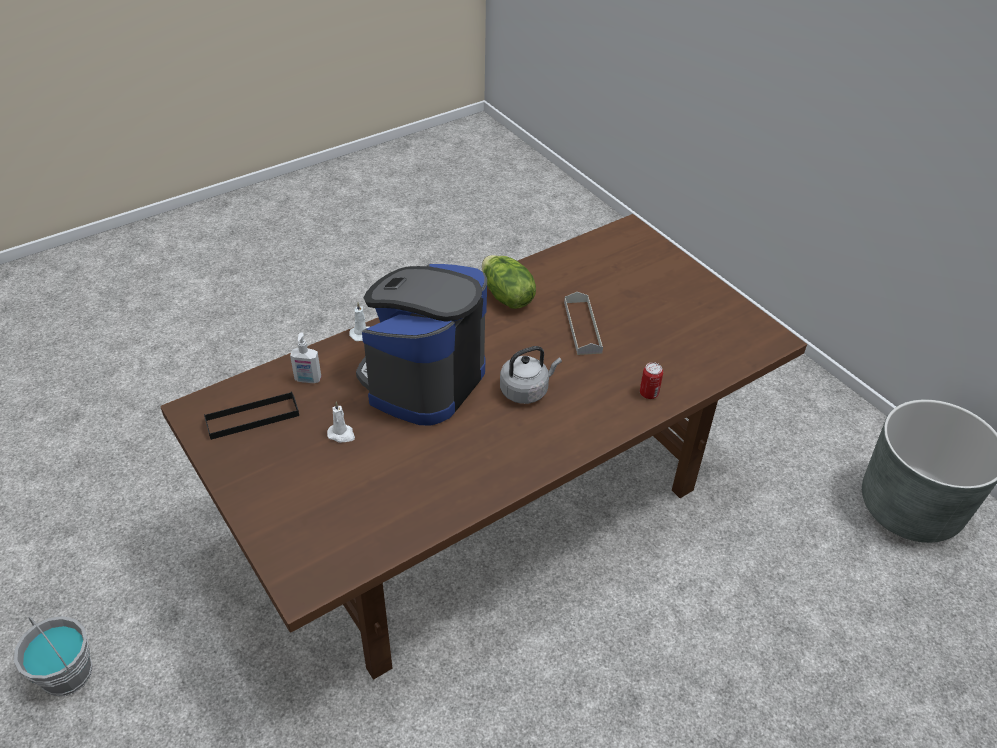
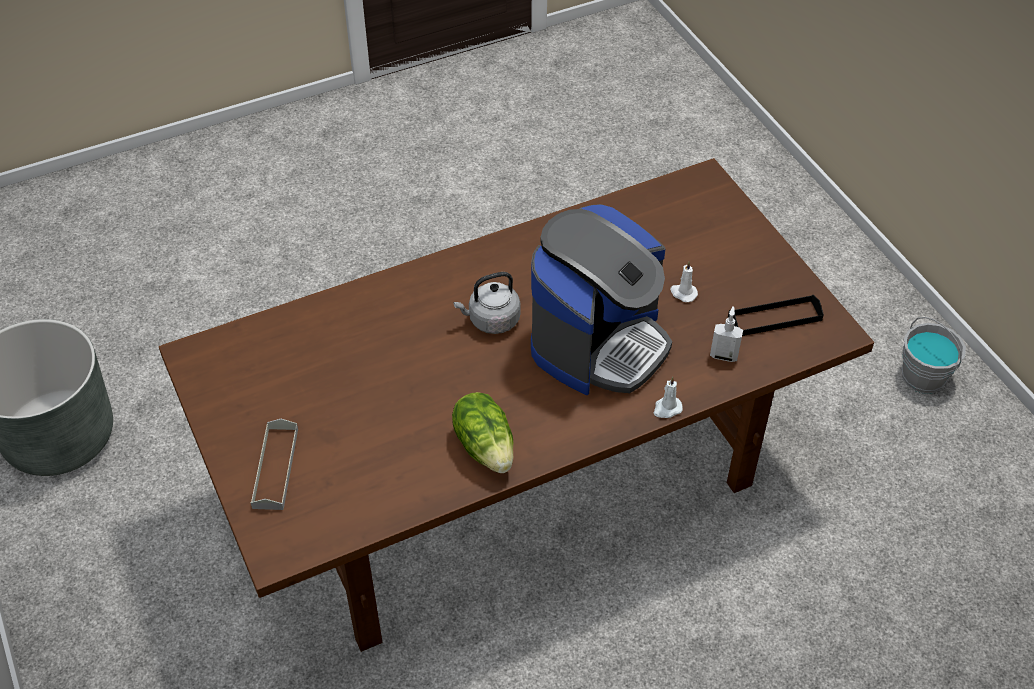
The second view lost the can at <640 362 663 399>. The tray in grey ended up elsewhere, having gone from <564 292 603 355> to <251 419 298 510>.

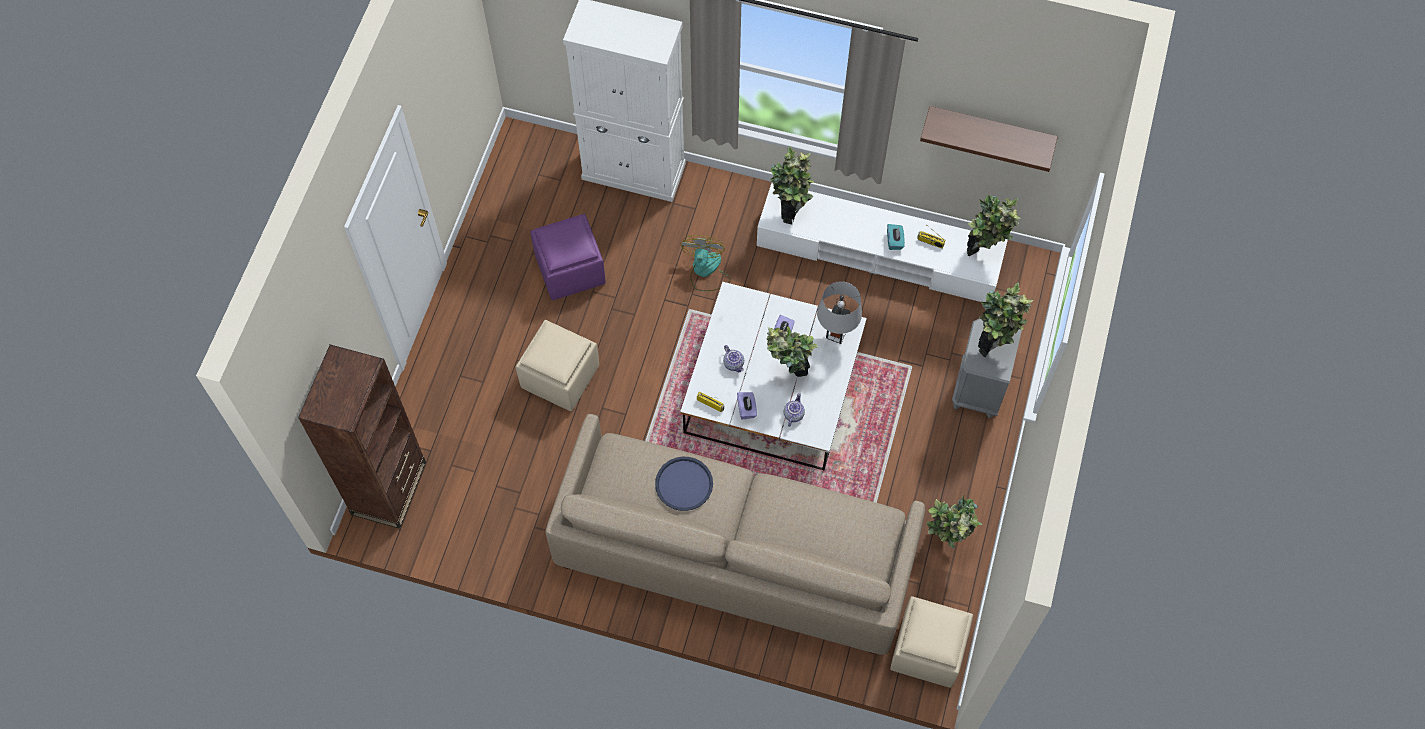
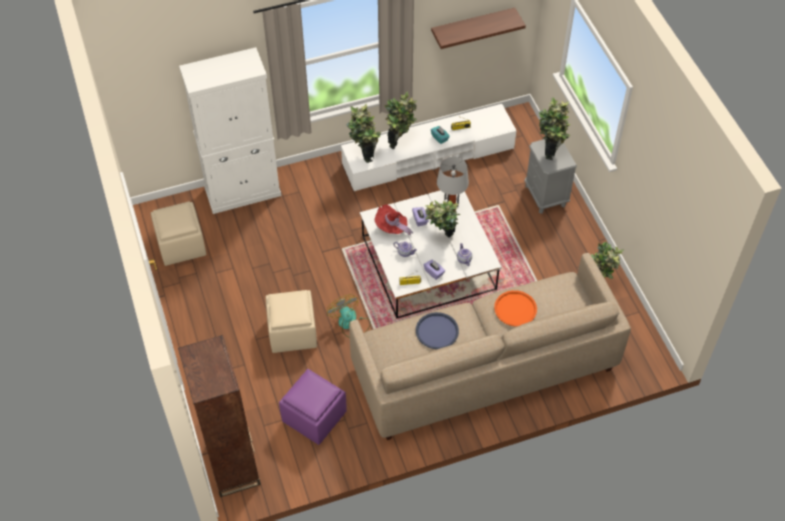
The second view gained the hat in red at <375 204 413 236>. The second view gained the tray in orange at <494 290 537 326>. The ottoman in purple ended up elsewhere, having gone from <530 214 606 300> to <279 369 346 445>. The fan ended up elsewhere, having gone from <680 235 731 291> to <327 294 371 338>. The ottoman in beige ended up elsewhere, having gone from <890 596 973 688> to <151 201 206 266>. The potted plant ended up elsewhere, having gone from <967 195 1020 256> to <384 91 417 149>.

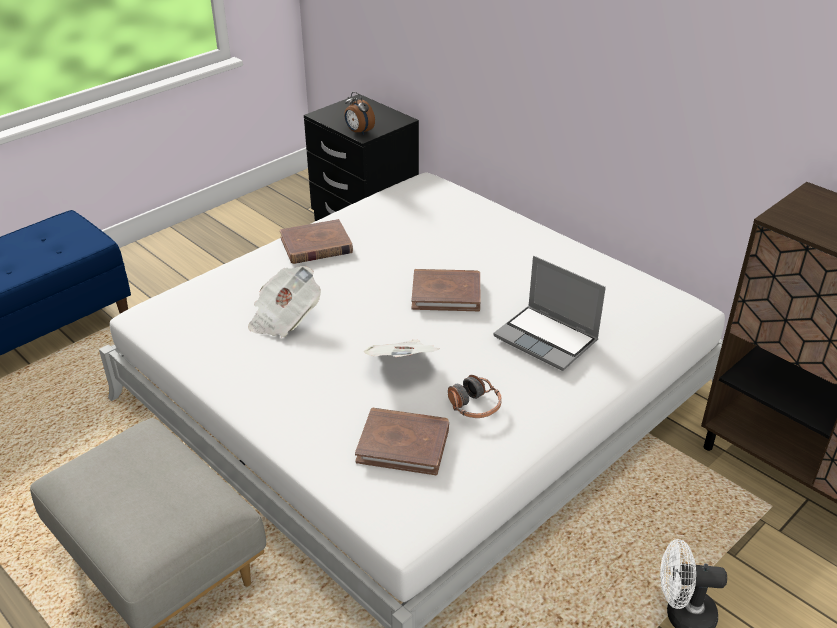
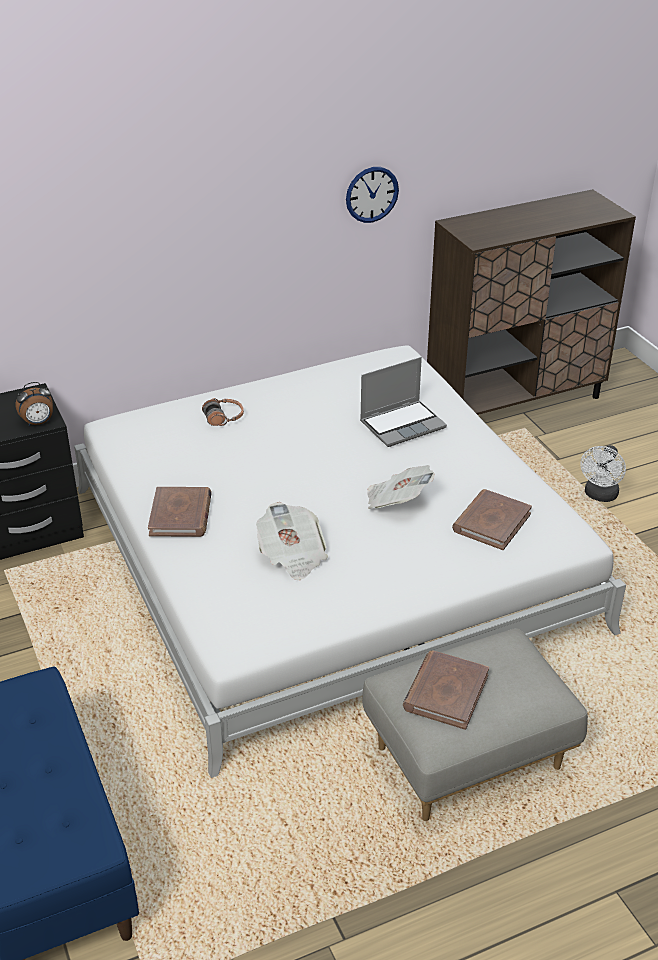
The second view gained the wall clock at <346 167 399 223>. The book in brown ended up elsewhere, having gone from <412 269 481 311> to <403 650 489 730>. The headphones ended up elsewhere, having gone from <448 375 502 418> to <202 398 244 426>.

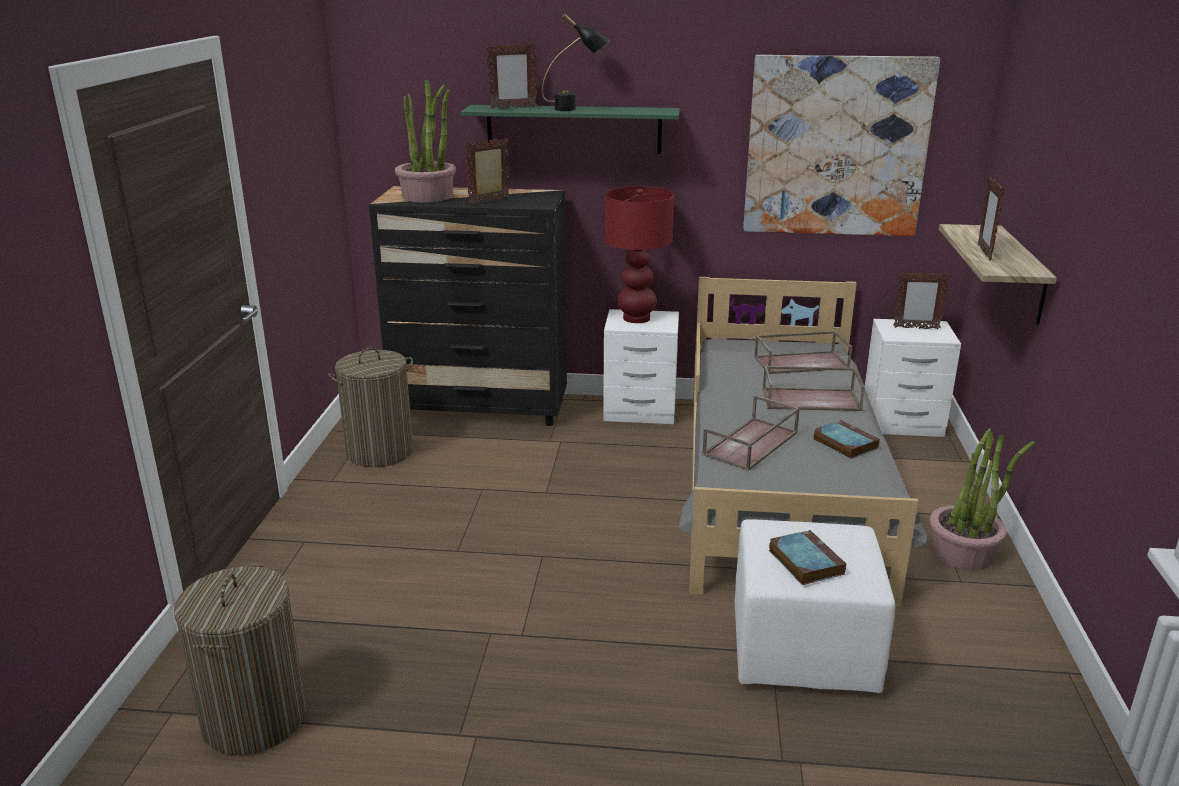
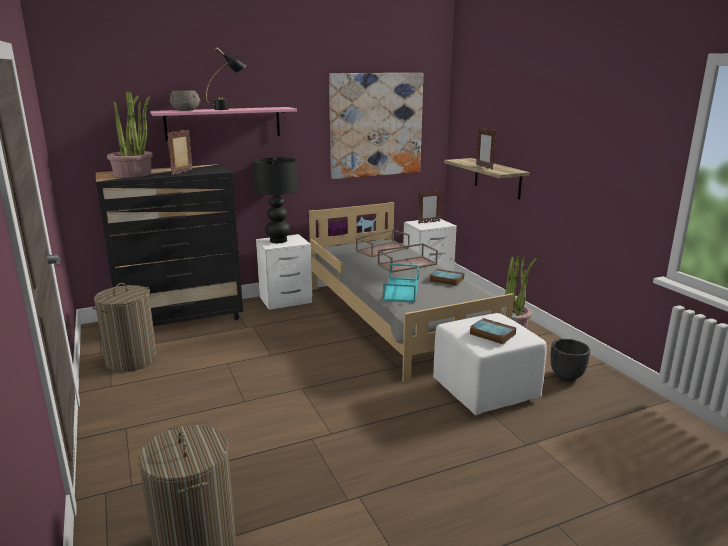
The second view gained the planter in black at <550 339 590 382>. Where the picture frame stood at <486 43 537 109>, the bowl in grey came to stand at <170 90 200 111>. What was the shelf in green at <461 105 680 154> turned into the shelf in pink at <150 107 297 142>. What was the table lamp in red at <604 186 674 323> turned into the table lamp in black at <252 157 298 243>. What was the tray in brown at <702 395 800 471> turned into the tray in turquoise at <383 264 419 302>.

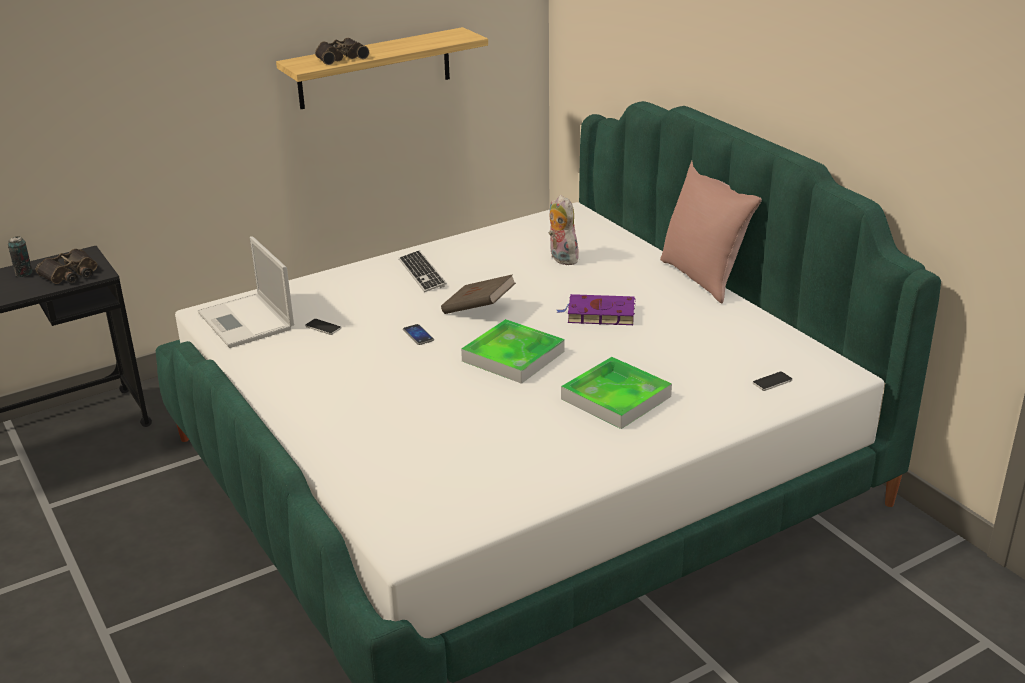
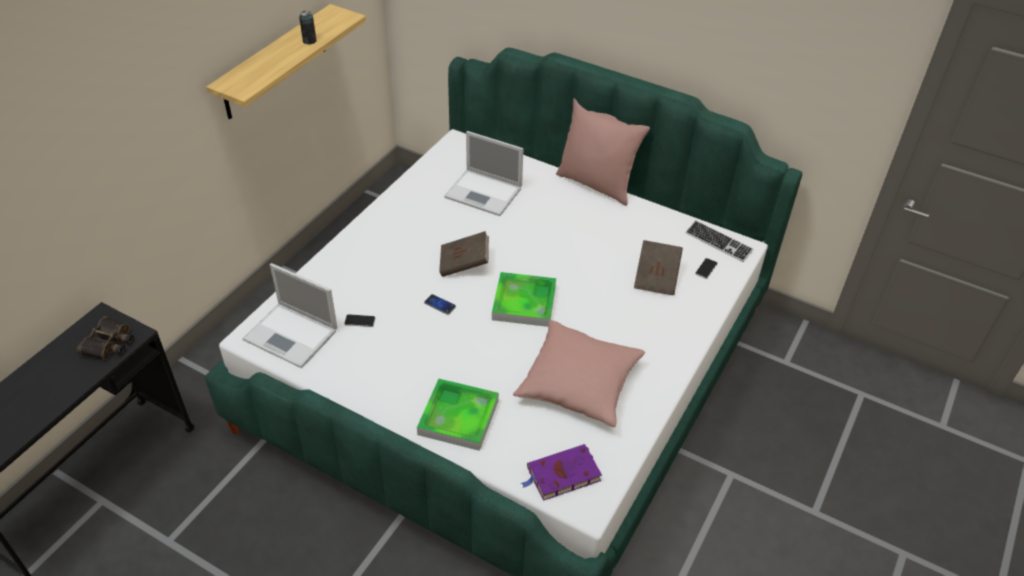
The second view lost the binoculars at <315 38 369 65>. The second view gained the pillow in pink at <513 320 645 427>. The second view gained the book in brown at <634 240 683 295>. The can ended up elsewhere, having gone from <8 236 33 277> to <299 11 316 44>. The keyboard ended up elsewhere, having gone from <399 250 447 292> to <685 221 753 262>. The book in purple ended up elsewhere, having gone from <556 294 636 325> to <521 444 602 501>. The tray ended up elsewhere, having gone from <561 357 672 429> to <417 378 499 451>. Where the plush toy stood at <548 195 579 265>, the laptop came to stand at <444 131 524 216>.

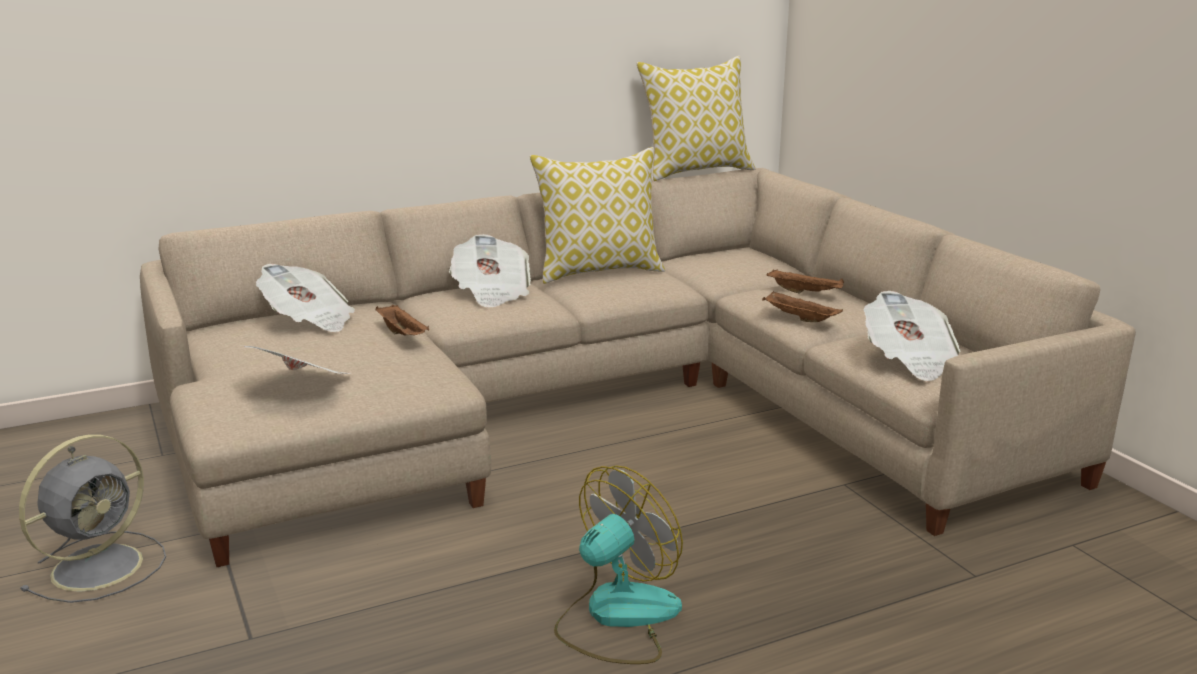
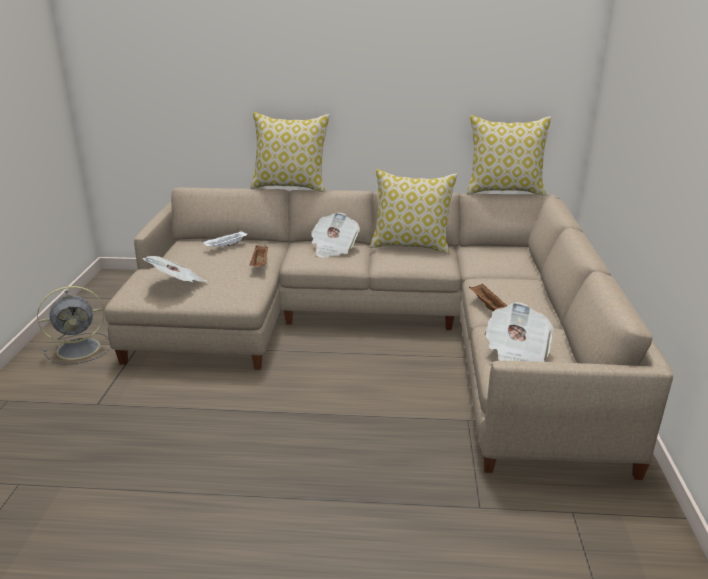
The second view lost the fan at <554 466 683 664>. The second view lost the tray in brown at <766 269 844 293>. The second view gained the pillow at <250 112 330 192>. Where the newspaper stood at <256 264 355 332>, the tray in white came to stand at <203 230 247 247>.

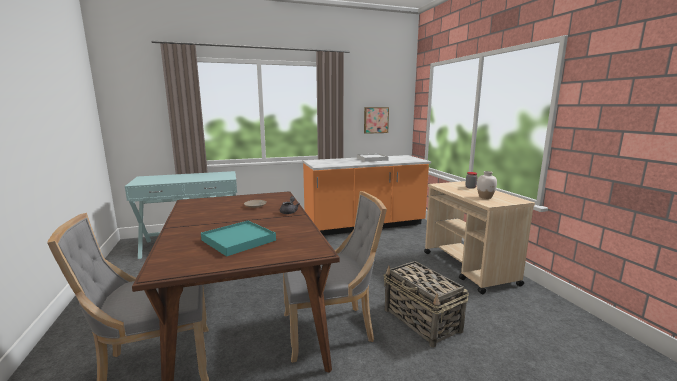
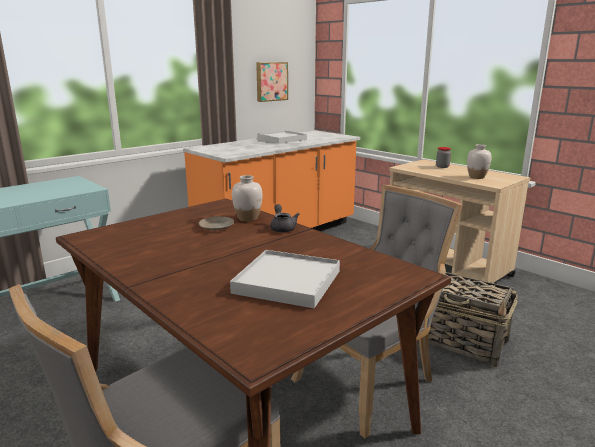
The second view gained the vase in white at <232 175 262 222>. What was the tray in turquoise at <201 221 276 256> turned into the tray in white at <230 250 340 308>.

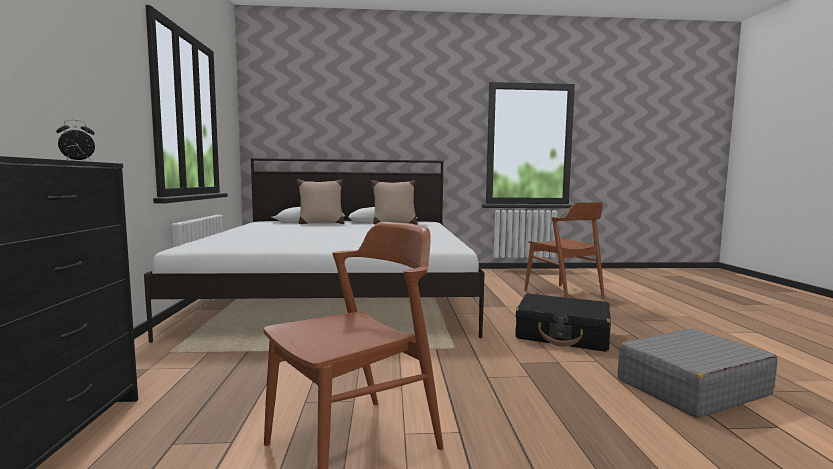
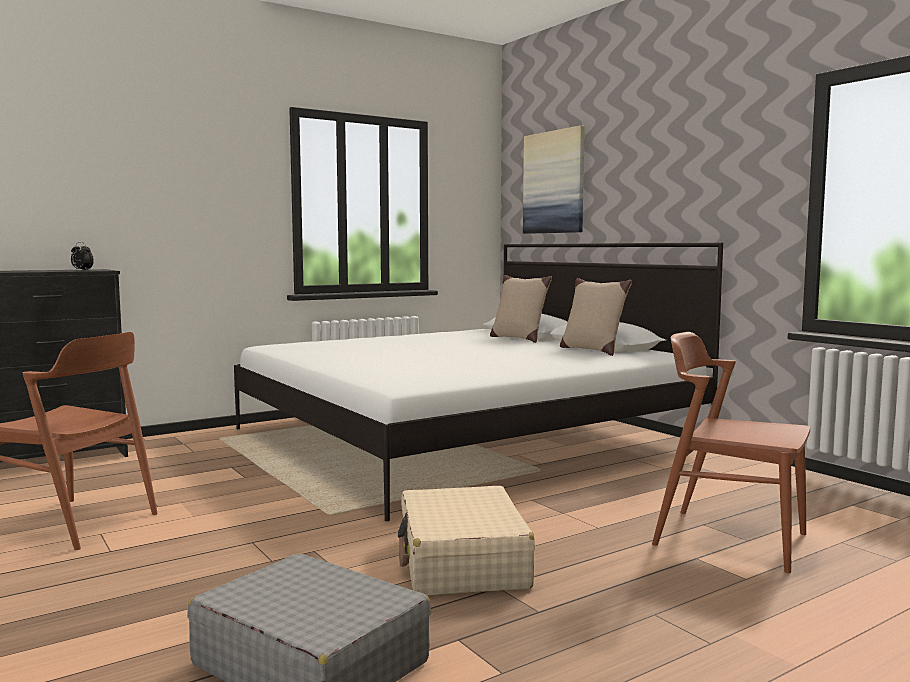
The second view gained the picture at <523 125 585 234>. What was the suitcase in black at <515 293 611 352> turned into the suitcase in beige at <398 486 535 595>. The chair in brown at <524 202 605 298> ended up facing another way, 90 degrees clockwise from before.

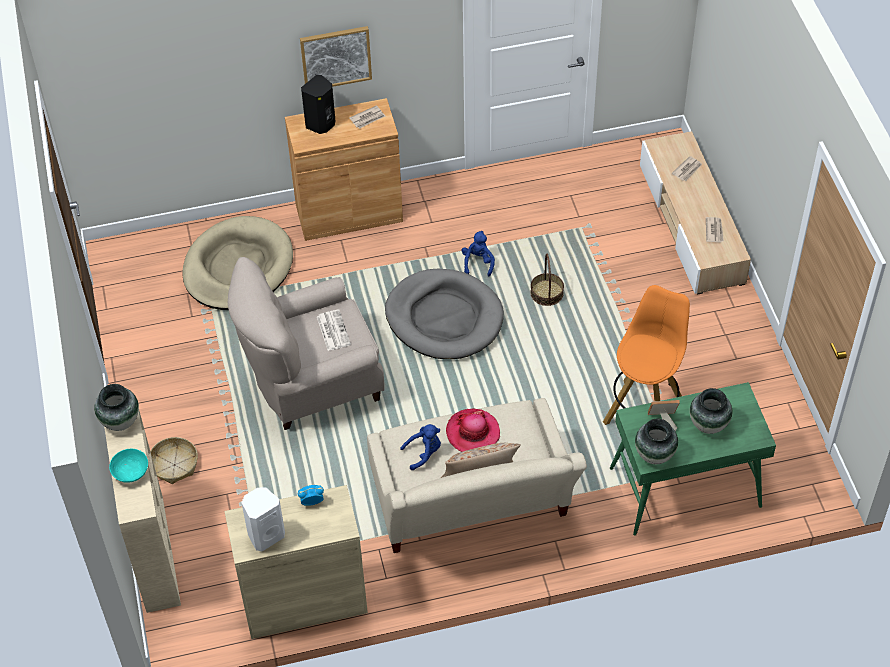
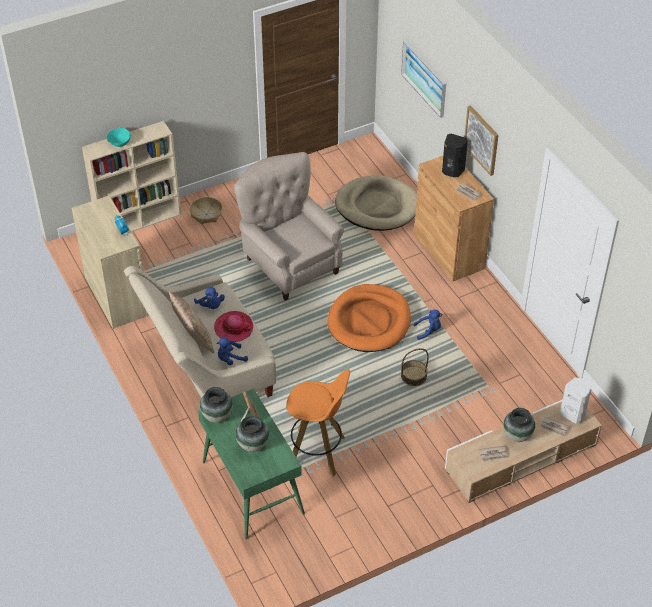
The second view lost the newspaper at <317 310 351 351>. The second view gained the plush toy in blue at <217 337 248 365>. The second view gained the picture at <401 41 446 118>. The vase ended up elsewhere, having gone from <94 384 139 431> to <503 408 535 442>. The speaker in white ended up elsewhere, having gone from <241 487 285 551> to <560 378 592 424>. What was the dog bed in grey at <385 269 504 359> turned into the dog bed in orange at <328 284 411 352>.

